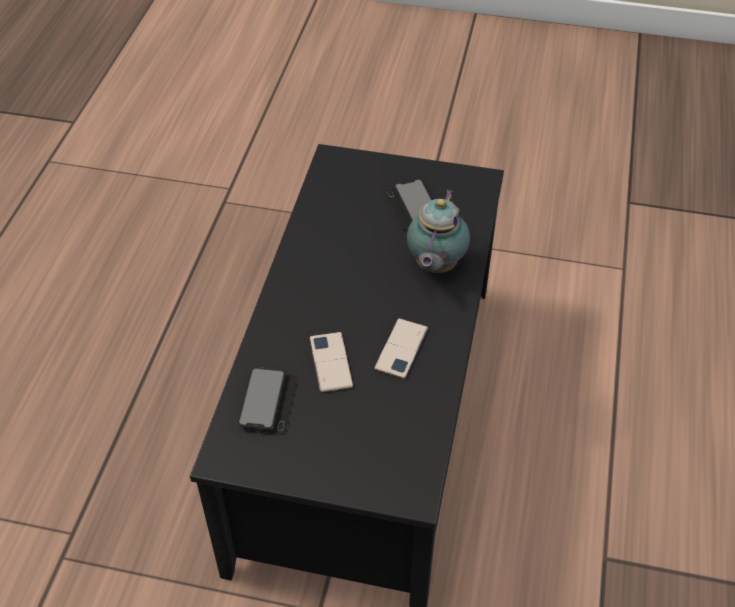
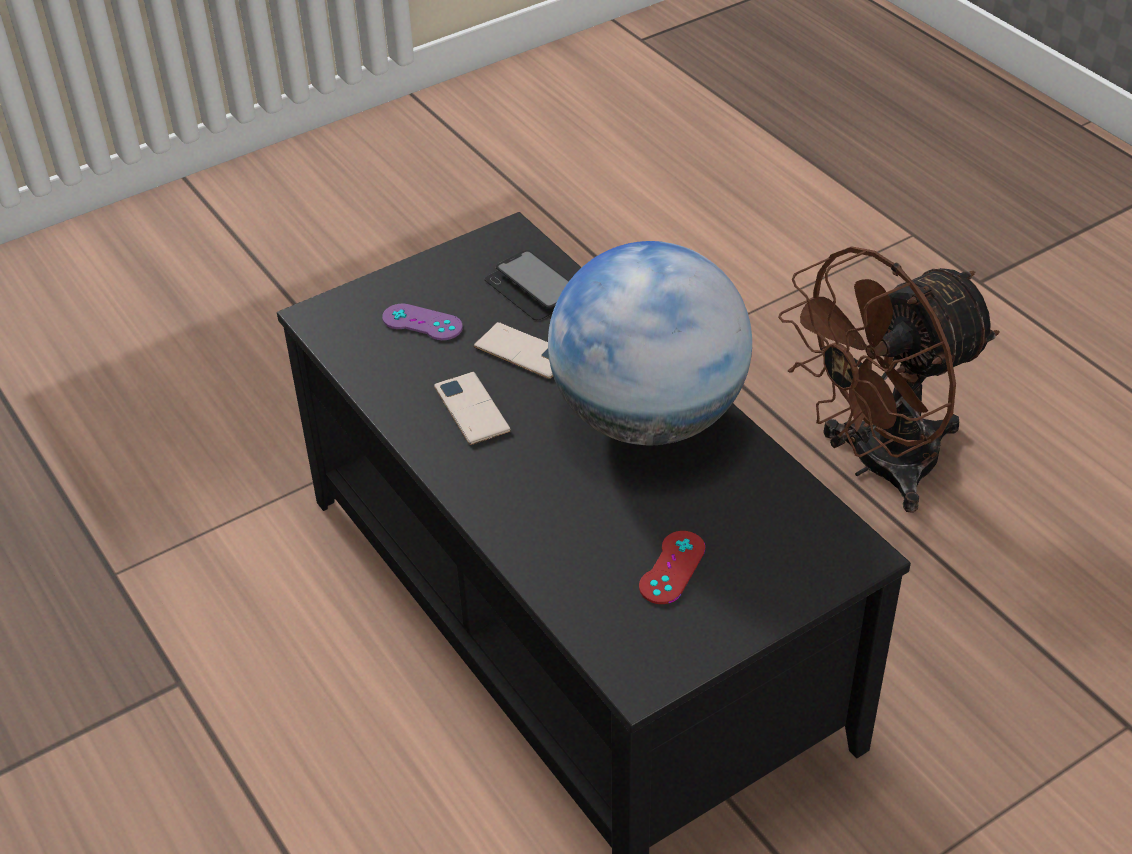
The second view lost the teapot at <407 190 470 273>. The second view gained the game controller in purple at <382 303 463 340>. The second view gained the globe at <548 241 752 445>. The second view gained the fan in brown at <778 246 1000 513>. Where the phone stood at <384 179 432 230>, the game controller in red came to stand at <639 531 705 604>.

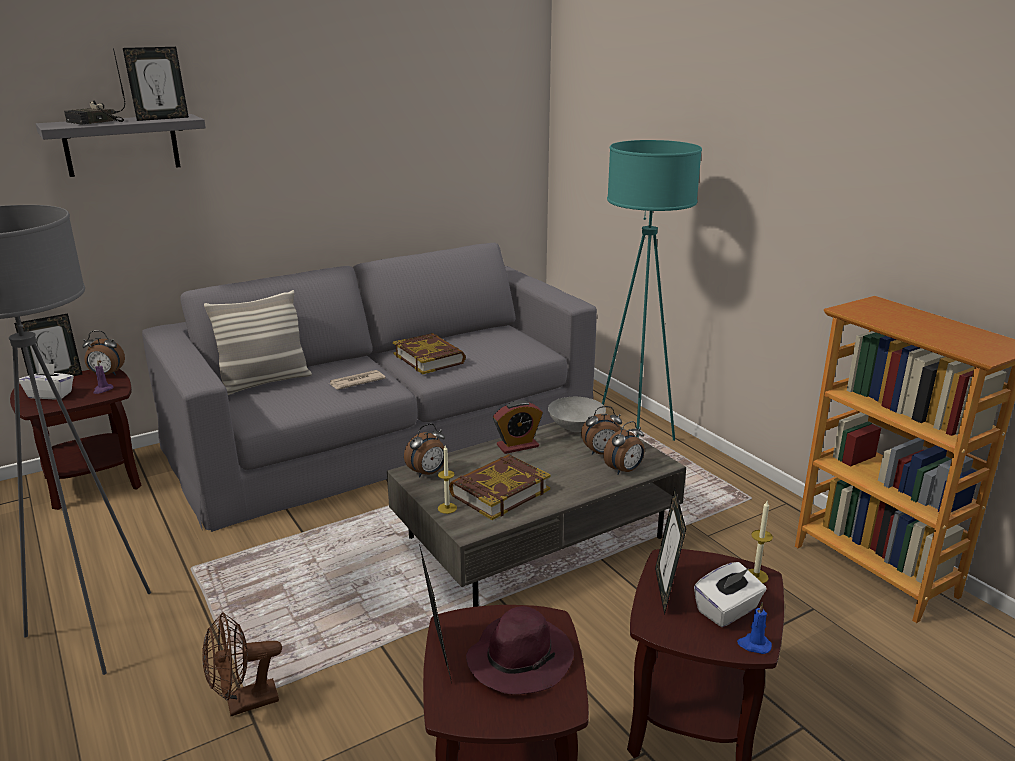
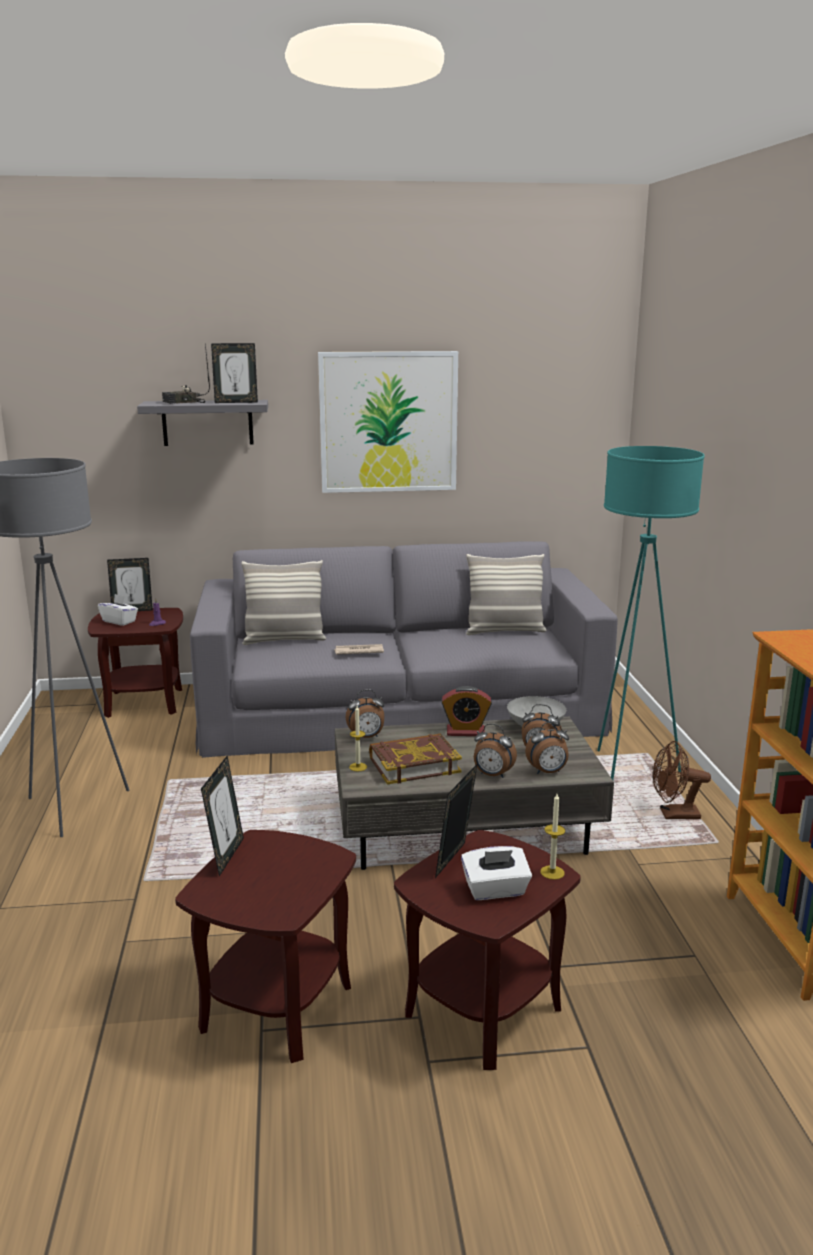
The second view lost the book at <393 333 466 374>. The second view lost the hat in purple at <466 606 574 694>. The second view lost the candle in blue at <737 603 772 654>. The second view gained the picture at <318 351 458 493>. The second view gained the pillow at <466 554 546 635>. The alarm clock ended up elsewhere, having gone from <82 331 125 376> to <474 724 517 778>. The fan in brown ended up elsewhere, having gone from <202 612 282 716> to <653 741 711 819>.

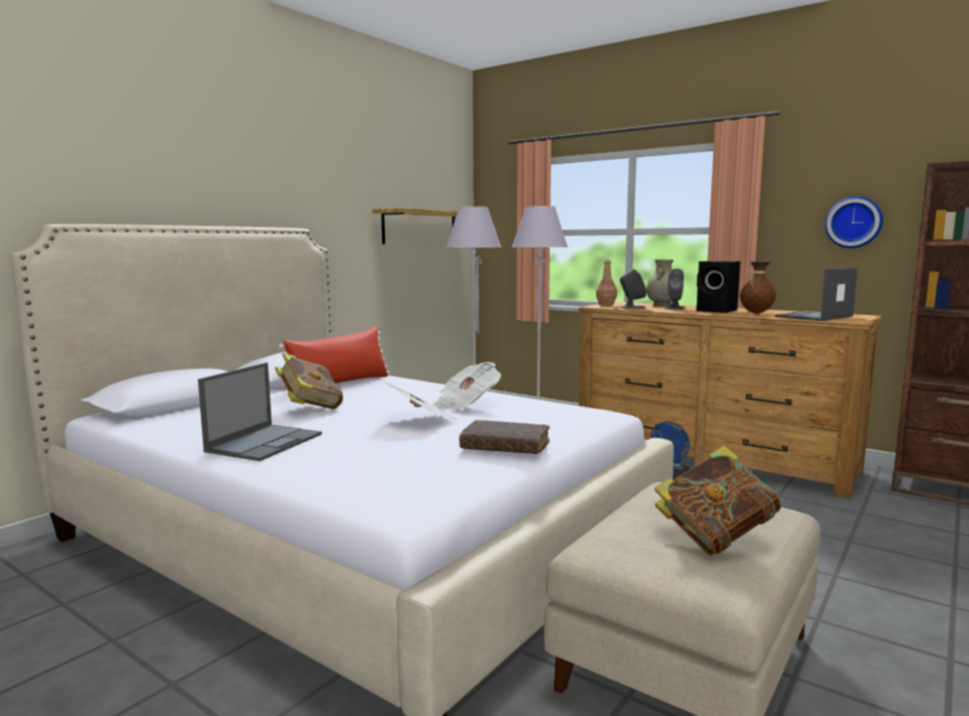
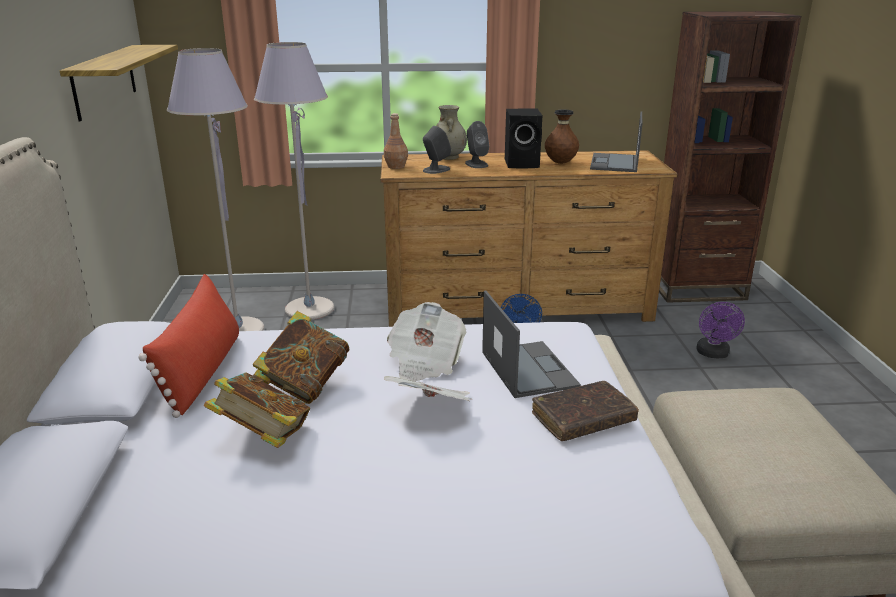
The second view lost the wall clock at <825 196 883 248>. The second view gained the fan in purple at <696 302 745 358>. The laptop ended up elsewhere, having gone from <198 363 322 461> to <482 290 581 398>. The book ended up elsewhere, having gone from <654 446 781 556> to <253 311 350 404>.

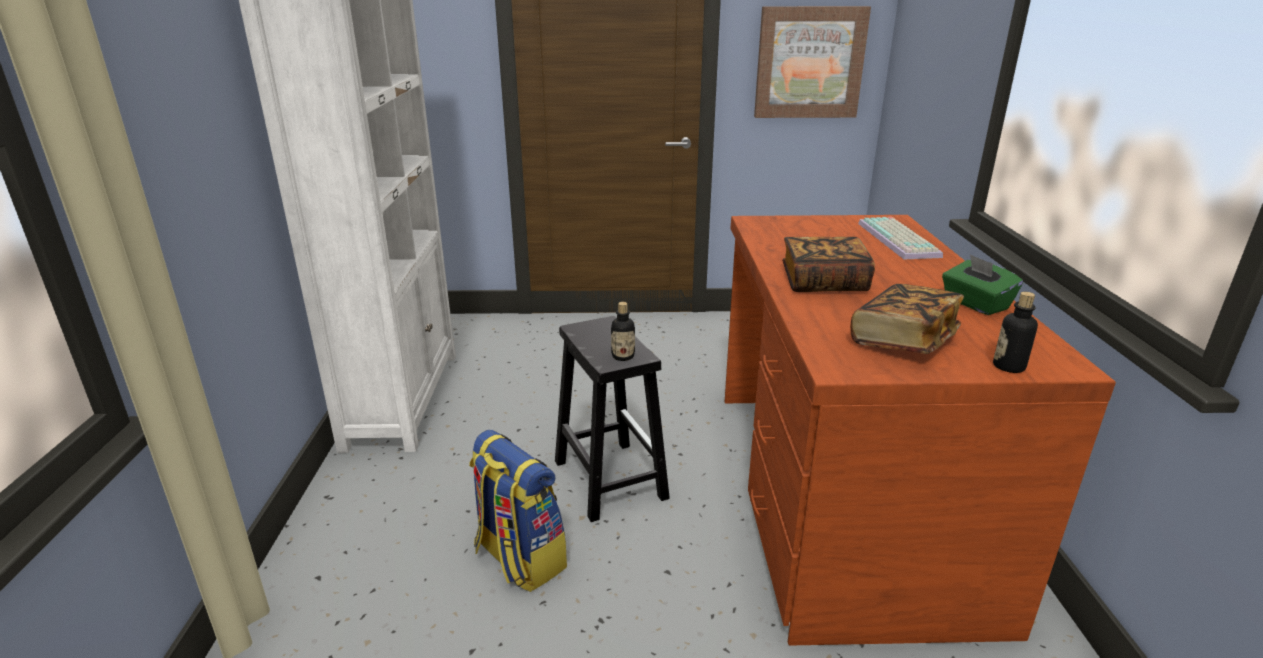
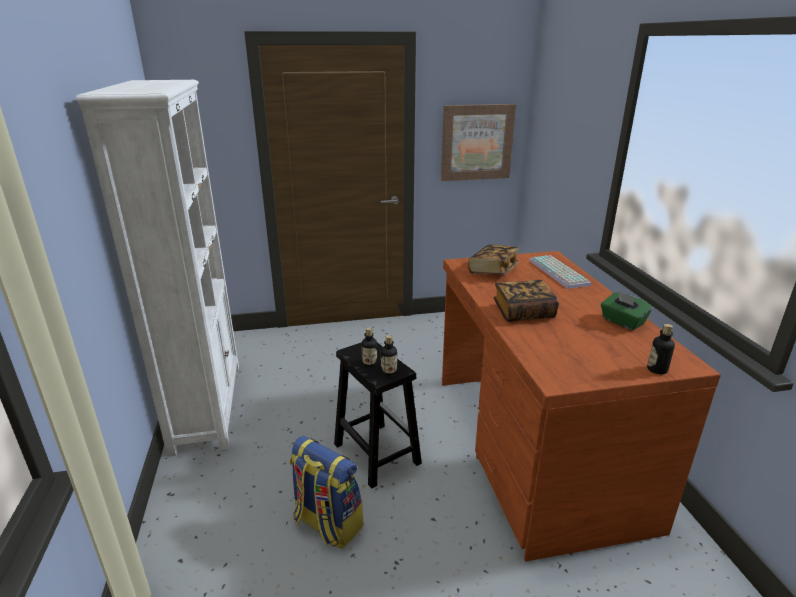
The second view gained the bottle at <361 328 378 367>. The book ended up elsewhere, having gone from <850 284 964 354> to <468 244 519 275>.

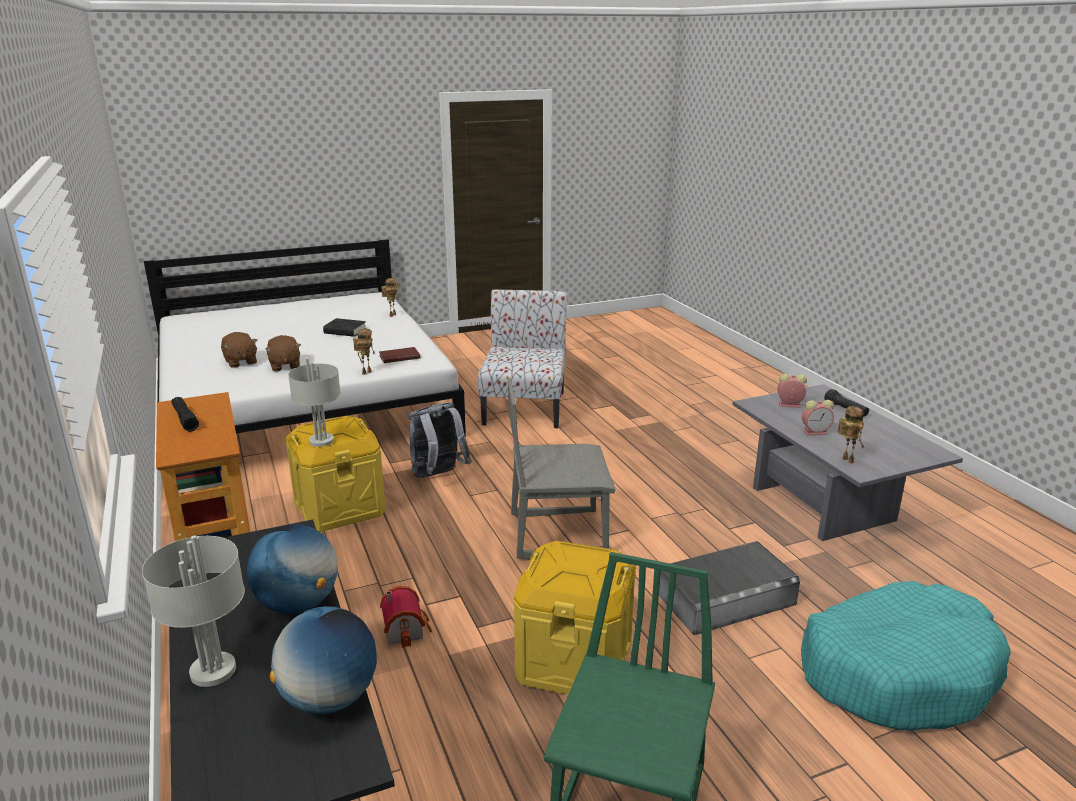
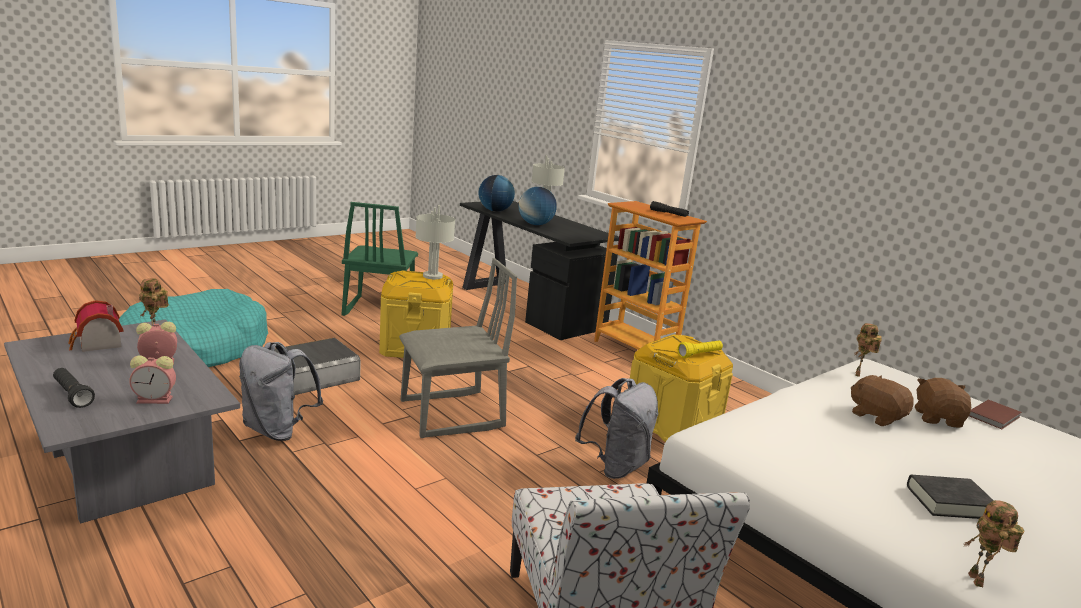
The second view gained the backpack in grey at <239 342 323 441>. The second view gained the flashlight in yellow at <677 341 723 358>. The table lamp in grey ended up elsewhere, having gone from <288 358 341 447> to <415 205 455 279>. The toy robot ended up elsewhere, having gone from <353 329 375 375> to <854 323 882 377>. The book in brown ended up elsewhere, having gone from <379 347 421 363> to <969 400 1022 429>. The toy house ended up elsewhere, having gone from <380 586 432 648> to <68 300 124 352>. The plush toy in brown at <221 332 257 368> ended up facing another way, 60 degrees clockwise from before.

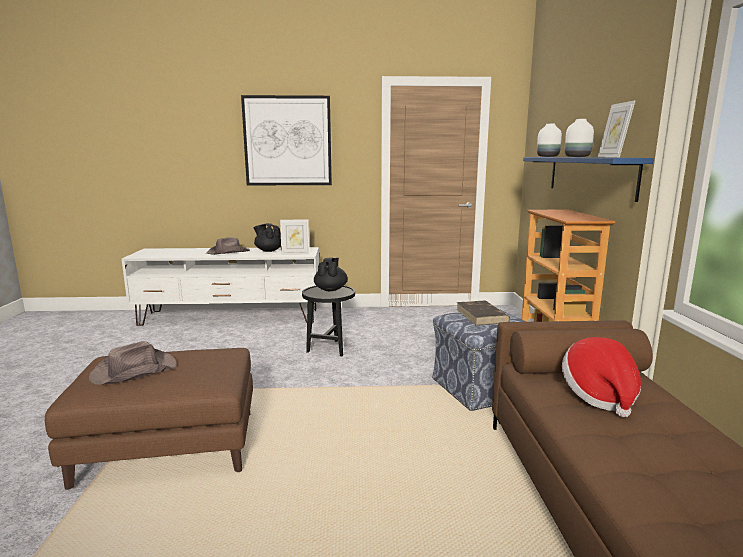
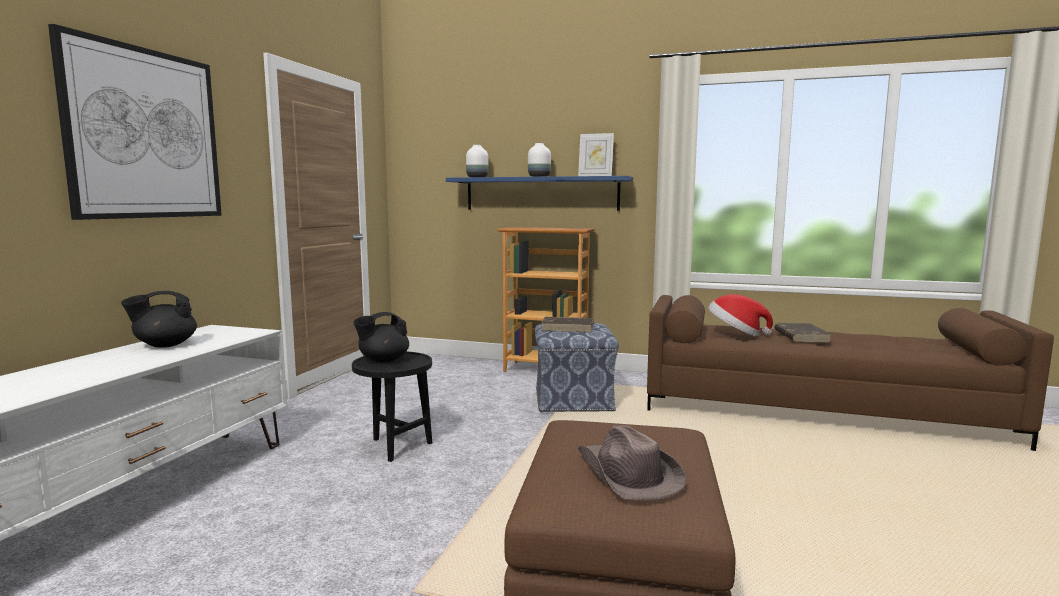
The second view lost the hat in brown at <206 237 250 255>. The second view lost the picture frame at <280 219 309 255>. The second view gained the book in brown at <775 323 832 343>. The teapot in black at <314 258 348 291> ended up facing another way, 60 degrees counterclockwise from before.

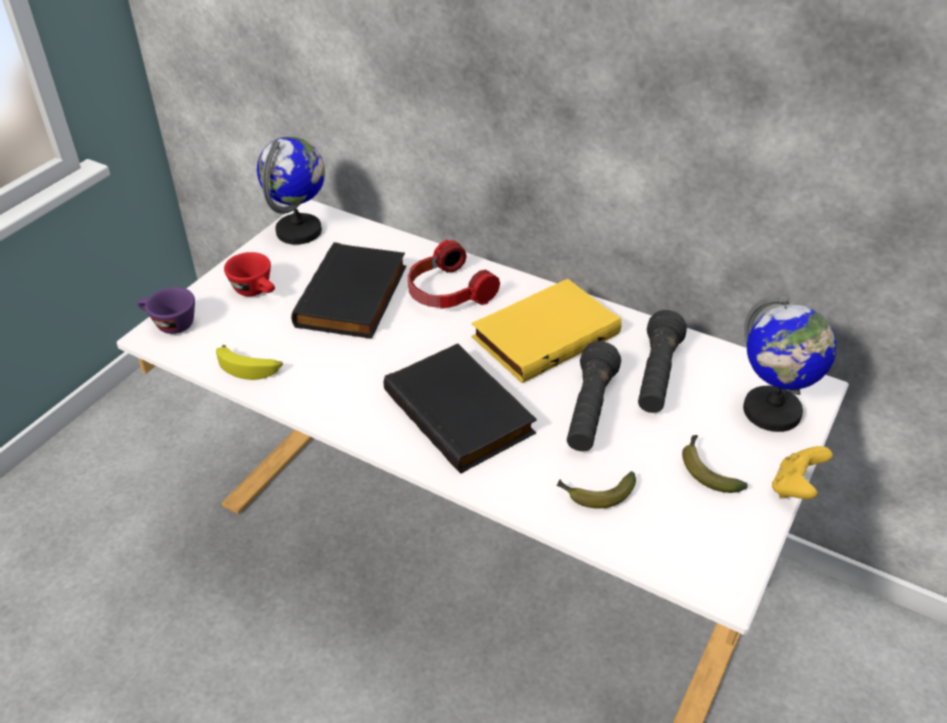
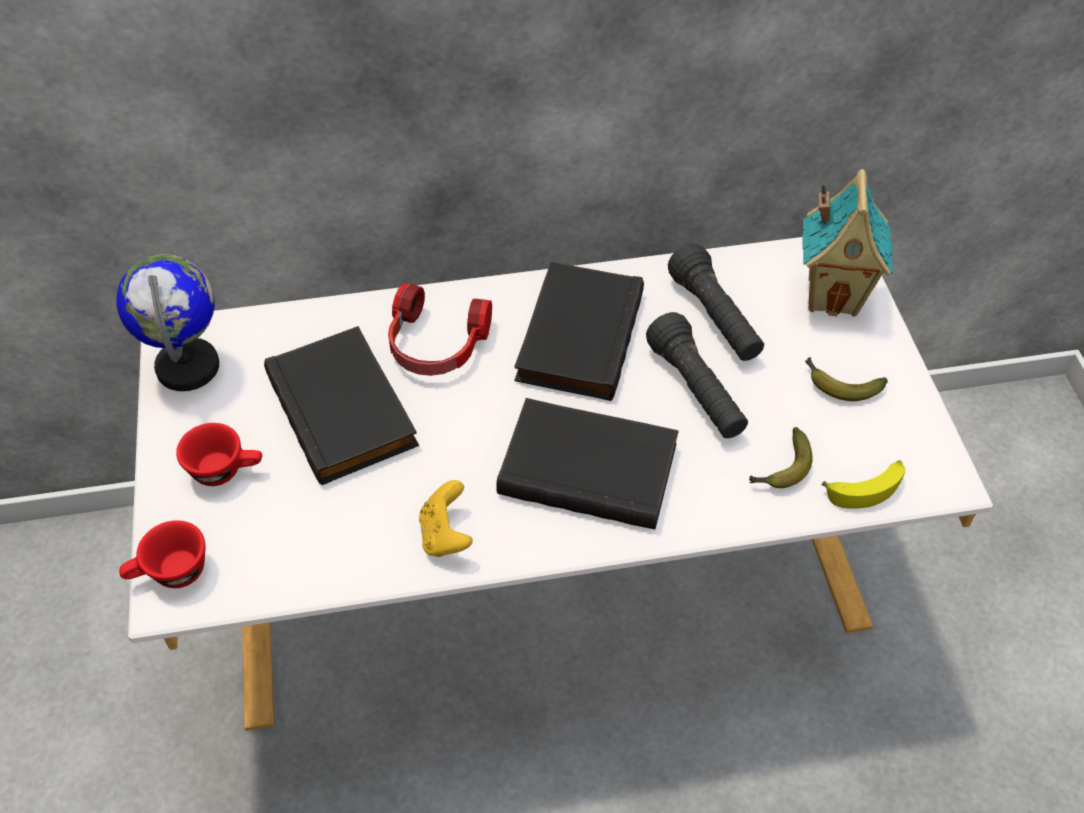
The banana ended up elsewhere, having gone from <216 345 283 380> to <822 460 905 509>. The game controller in yellow ended up elsewhere, having gone from <772 446 833 499> to <419 480 473 557>. Where the globe stood at <743 294 836 432>, the toy house came to stand at <802 169 893 317>. What was the cup in purple at <137 287 195 334> turned into the cup in red at <119 520 205 588>. What was the book in yellow at <471 279 622 383> turned into the book in black at <514 262 644 401>.

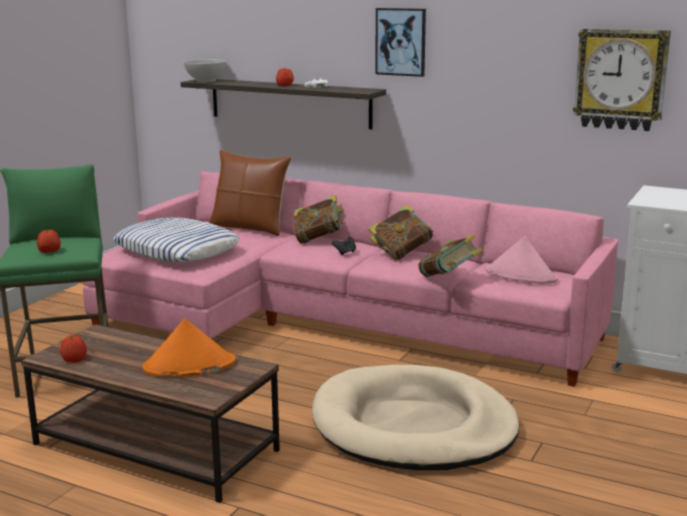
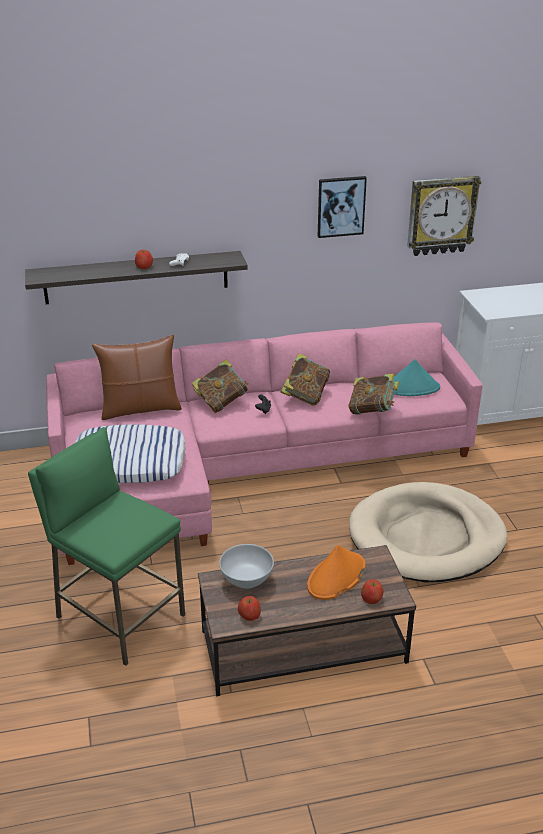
The apple ended up elsewhere, having gone from <37 230 61 253> to <361 579 384 604>. The bowl in white ended up elsewhere, having gone from <183 59 227 82> to <219 544 274 589>. The picture ended up elsewhere, having gone from <375 8 426 77> to <318 176 367 238>. What was the hat in pink at <486 236 558 284> turned into the hat in turquoise at <393 359 440 396>.

